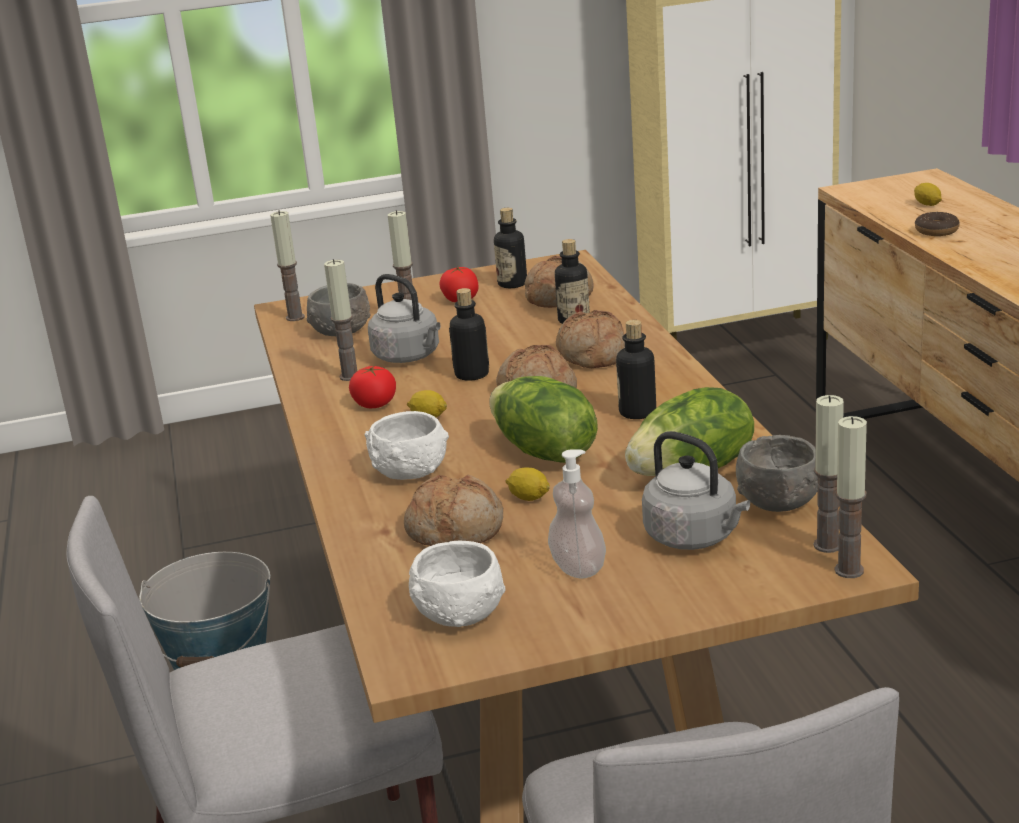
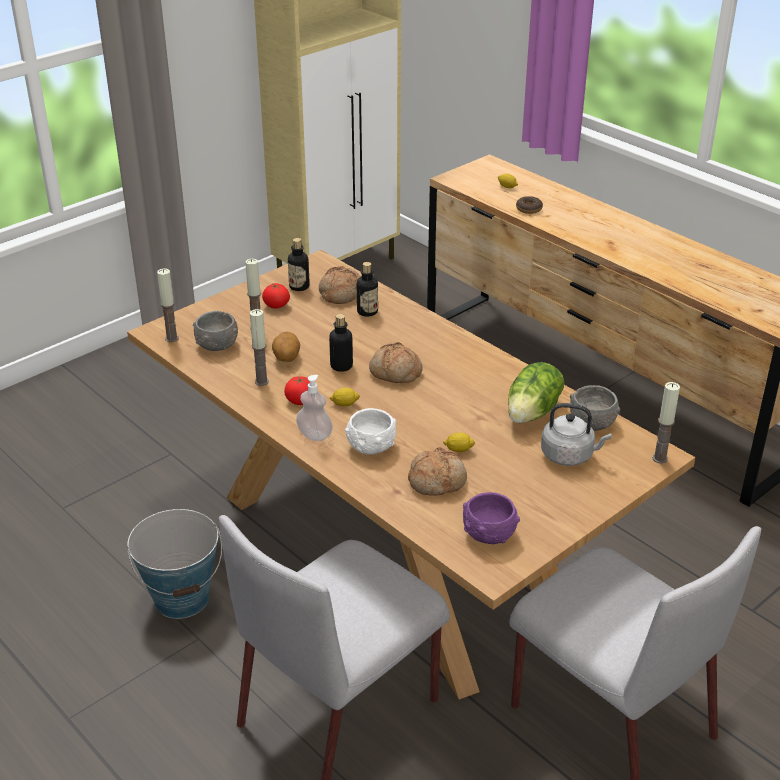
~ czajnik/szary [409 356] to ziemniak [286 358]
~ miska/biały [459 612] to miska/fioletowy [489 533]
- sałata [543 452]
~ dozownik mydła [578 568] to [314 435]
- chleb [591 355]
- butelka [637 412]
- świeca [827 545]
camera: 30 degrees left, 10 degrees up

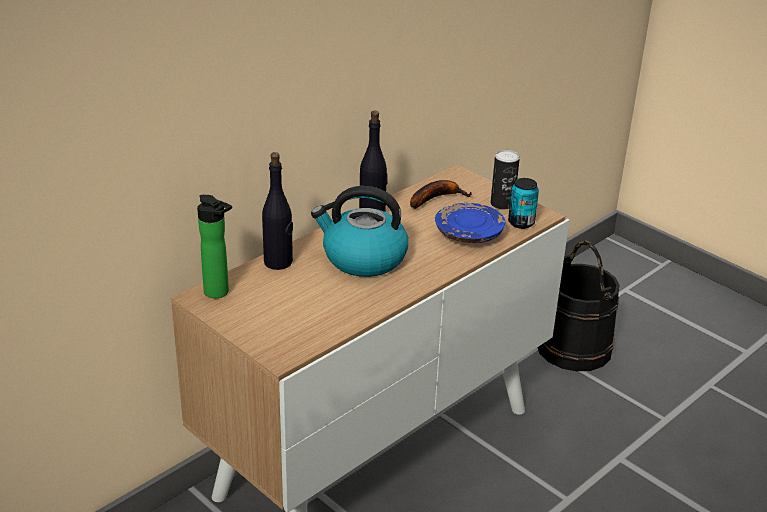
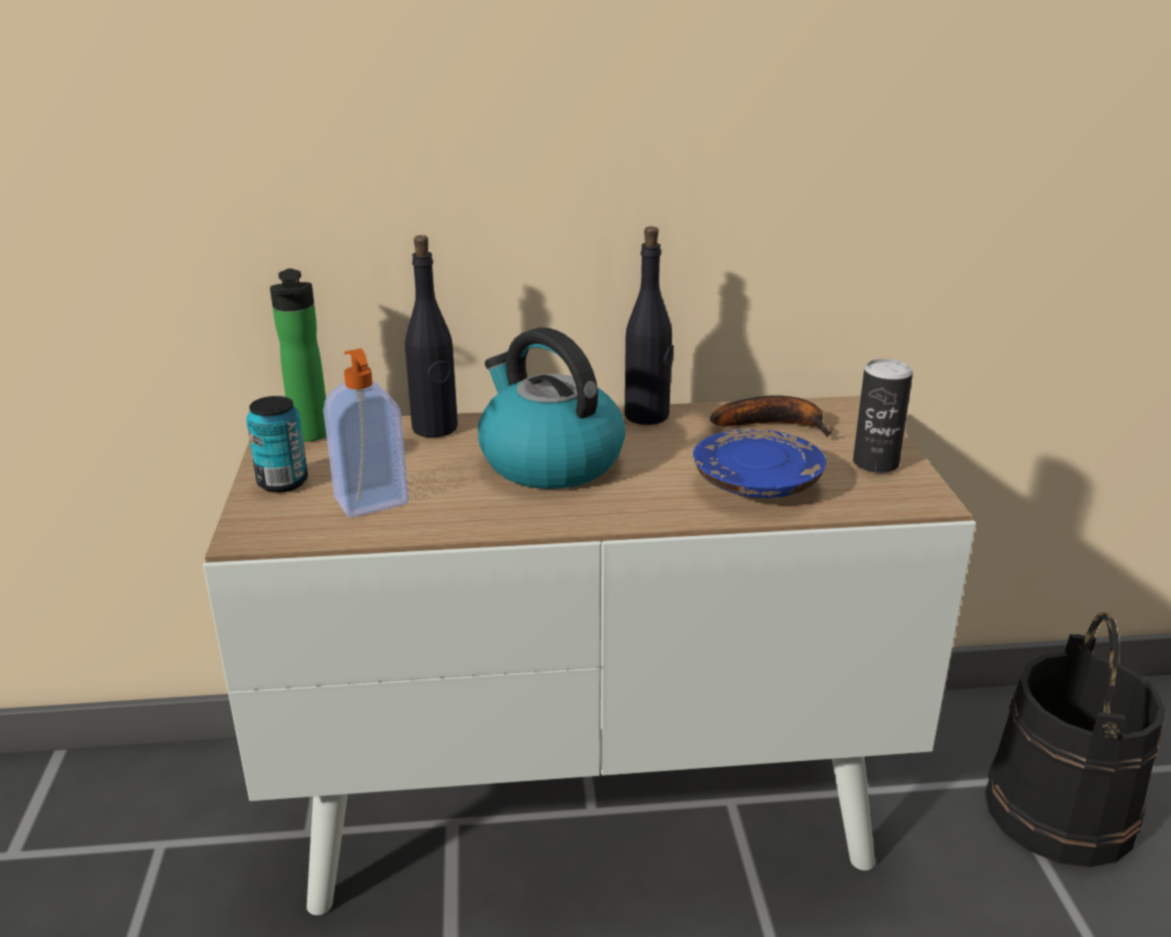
~ puszka [521 223] to [283 482]
+ dozownik mydła [372 502]
camera: 40 degrees right, 5 degrees down

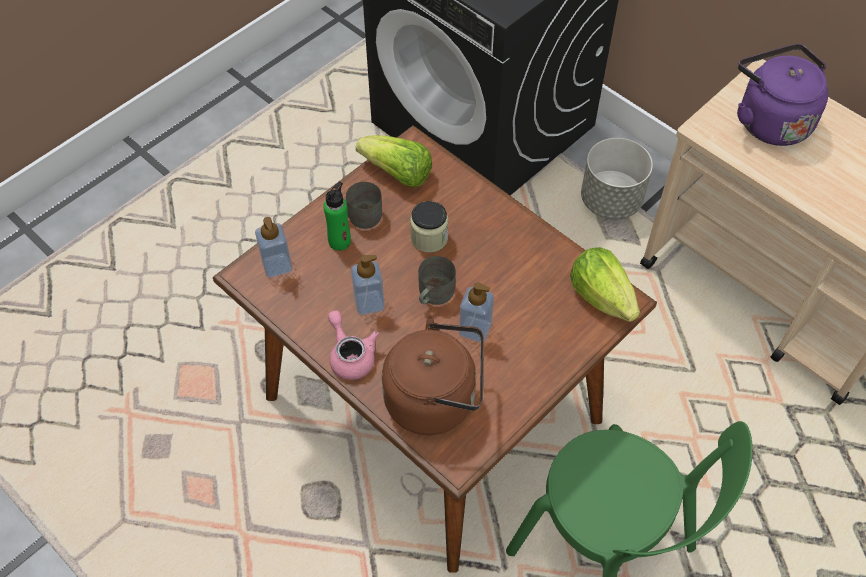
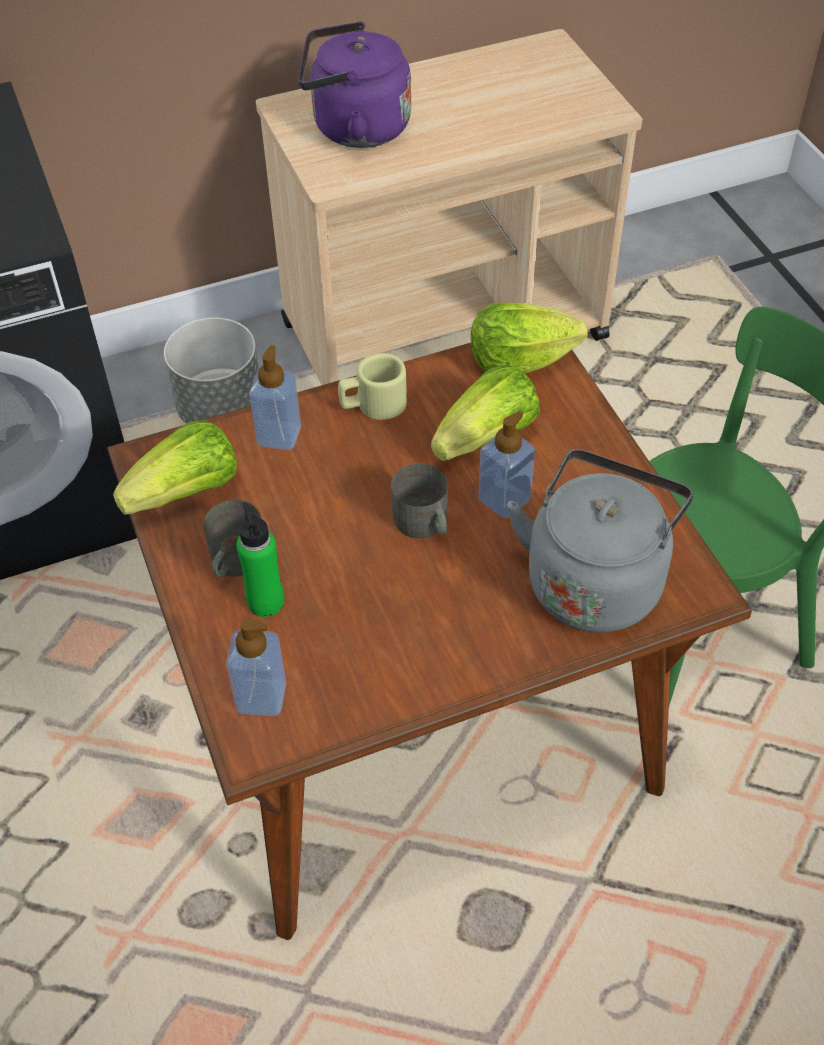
- imbryk/różowy [350 355]
~ dozownik mydła [369 303] to [279 436]
~ czajnik/brązowy [436 399] to czajnik/szary [595 579]
- słoik [429 238]
+ kubek/beżowy [373 405]
+ sałata [487 438]
camera: 65 degrees left, 5 degrees down

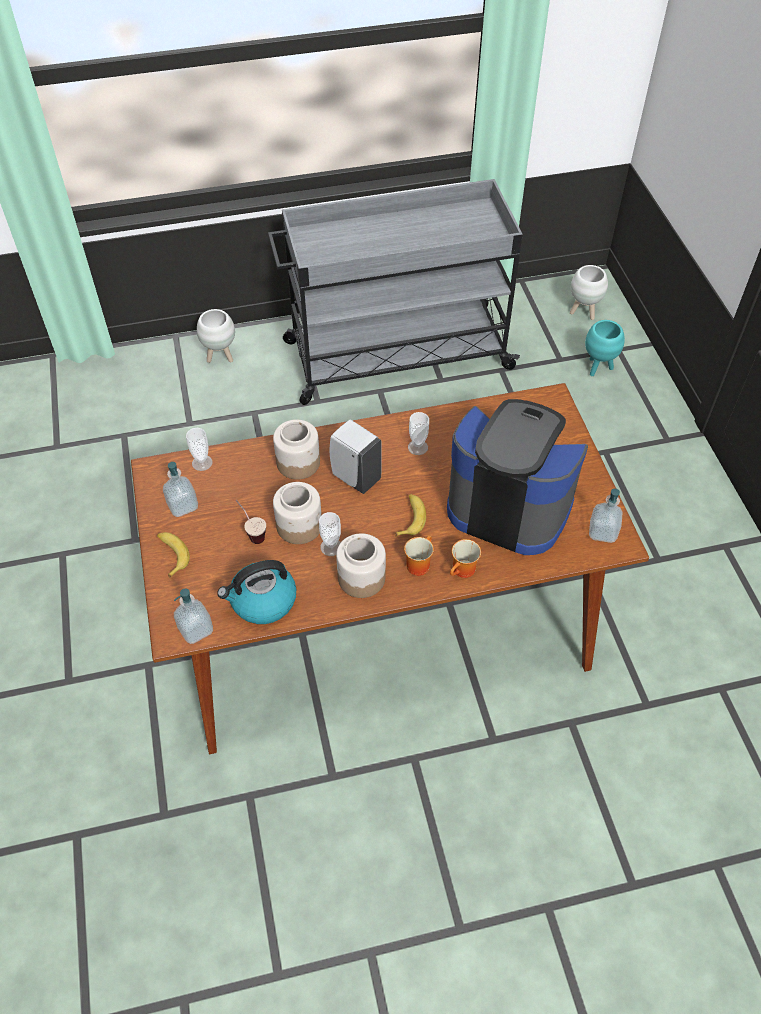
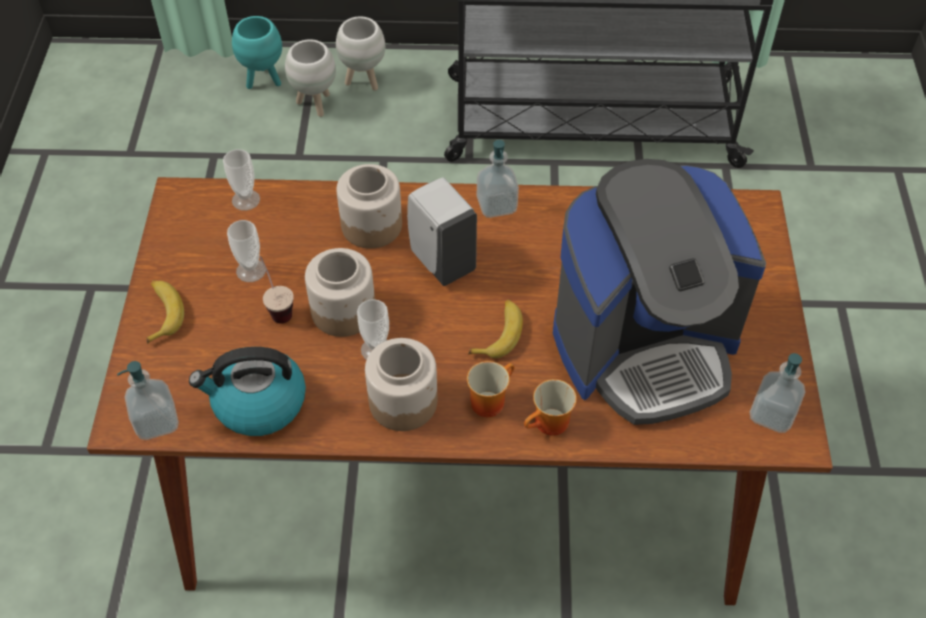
~ dozownik mydła [183 506] to [496 205]
~ filiżanka [418 447] to [251 270]
~ ekspres do kawy [508 506] = [644 346] 120 degrees clockwise
~ donica/biały [583 312] to [315 105]
~ donica/turkusowy [598 367] to [264 80]
camera: 15 degrees right, 0 degrees up

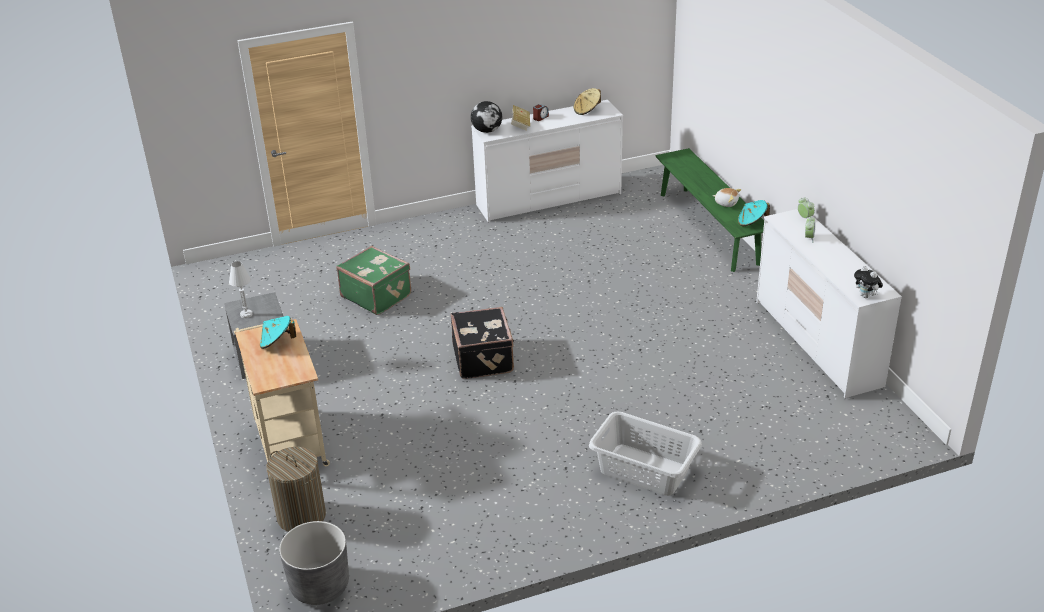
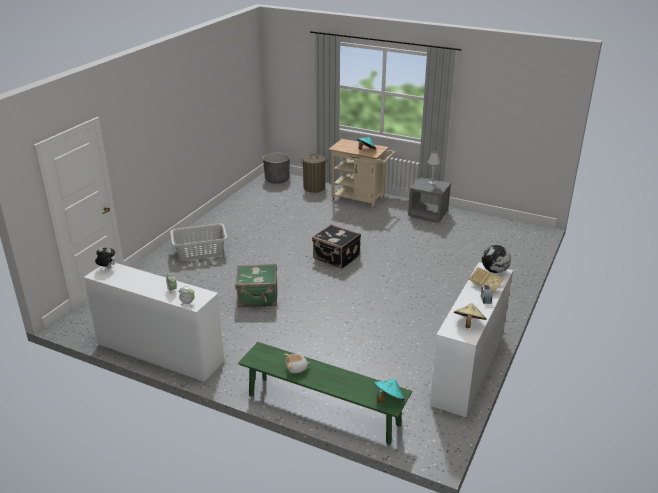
~ walizka/zielony [376 295] to [258 298]
~ kapelusz/turkusowy [752 222] to [388 399]
camera: 135 degrees right, 5 degrees down

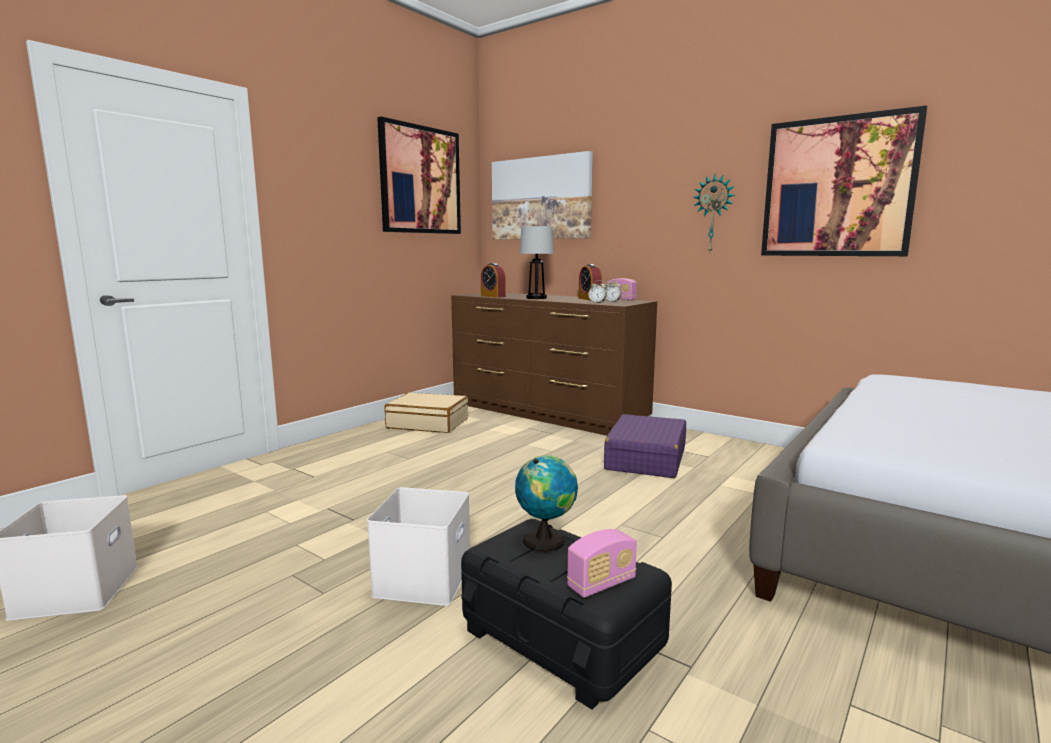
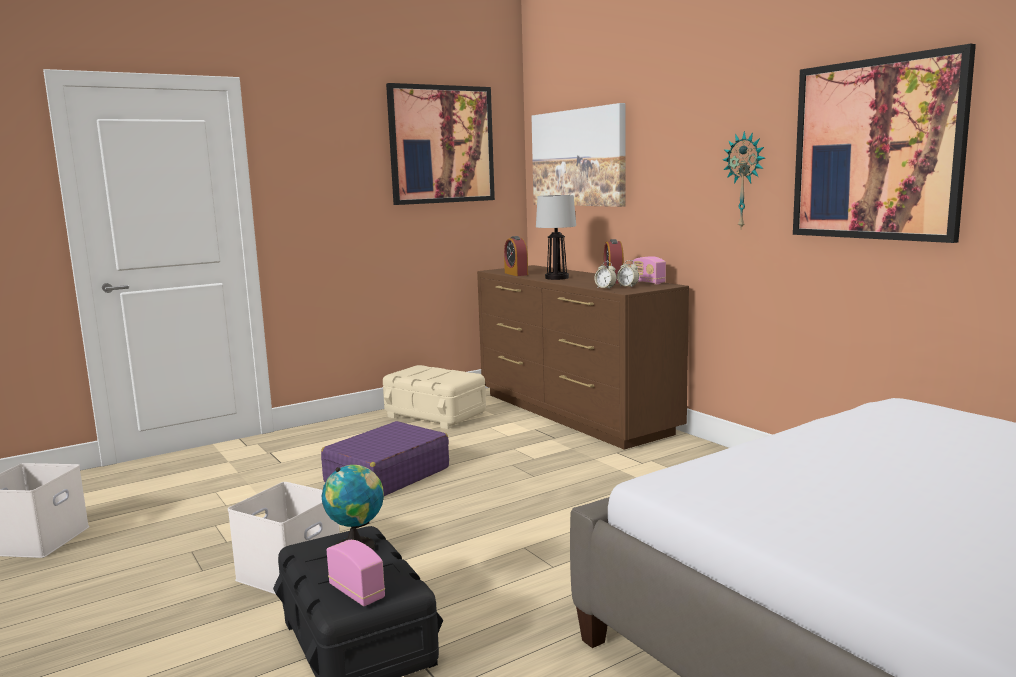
~ walizka/beżowy [428 423] to pojemnik do przechowywania/beżowy [434 415]
~ radio [601 584] = [357 592] 120 degrees counterclockwise
~ walizka/fioletowy [645 459] to [387 475]
camera: 20 degrees right, 0 degrees up

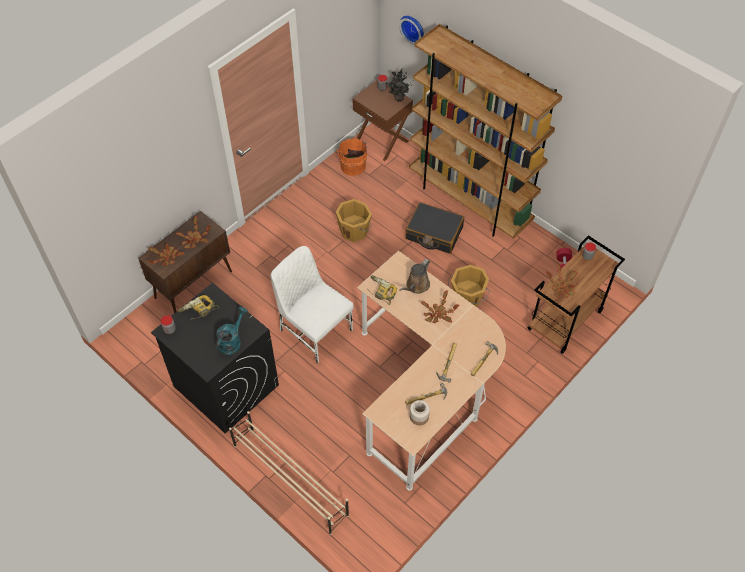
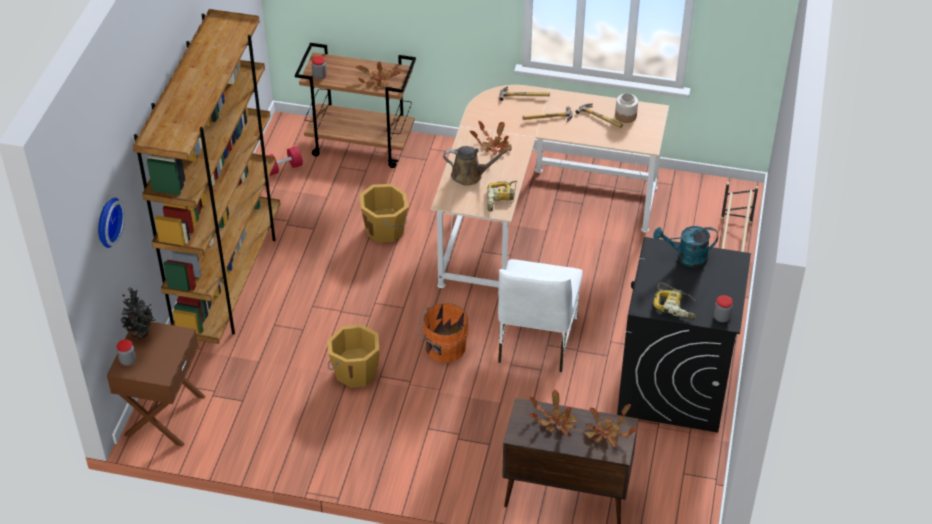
~ wiadro/pomarańczowy [352 165] to [444 348]
- walizka/czarny [434 233]
camera: 120 degrees left, 10 degrees down

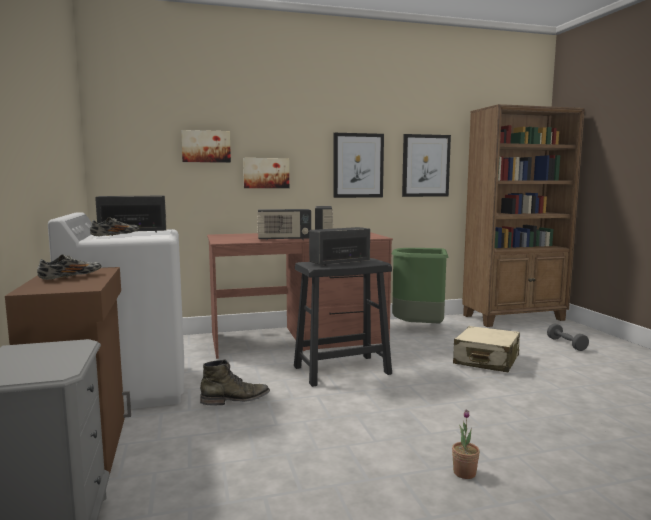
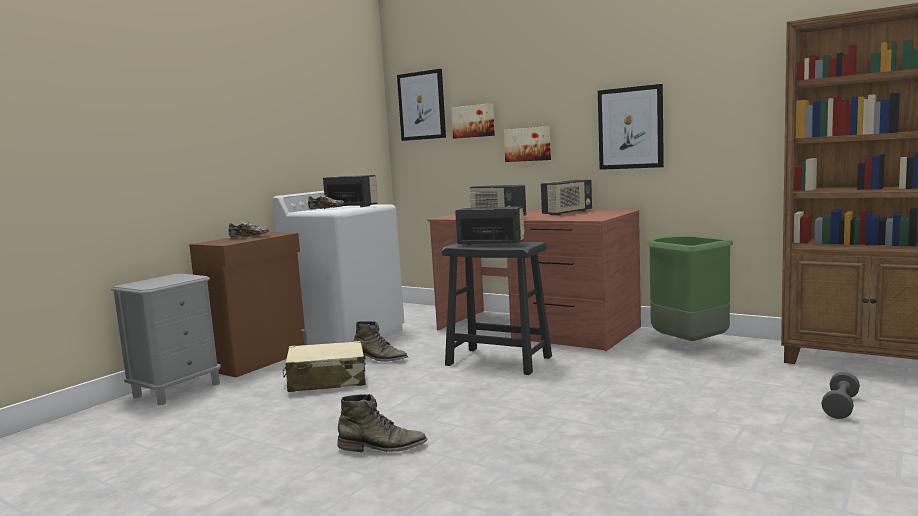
~ obraz [425 165] to [422 105]
~ roślina doniczkowa [464 473] to but z cholewką/zielony [382 447]
~ walizka/beżowy [486 360] to [326 380]
camera: 50 degrees right, 0 degrees up

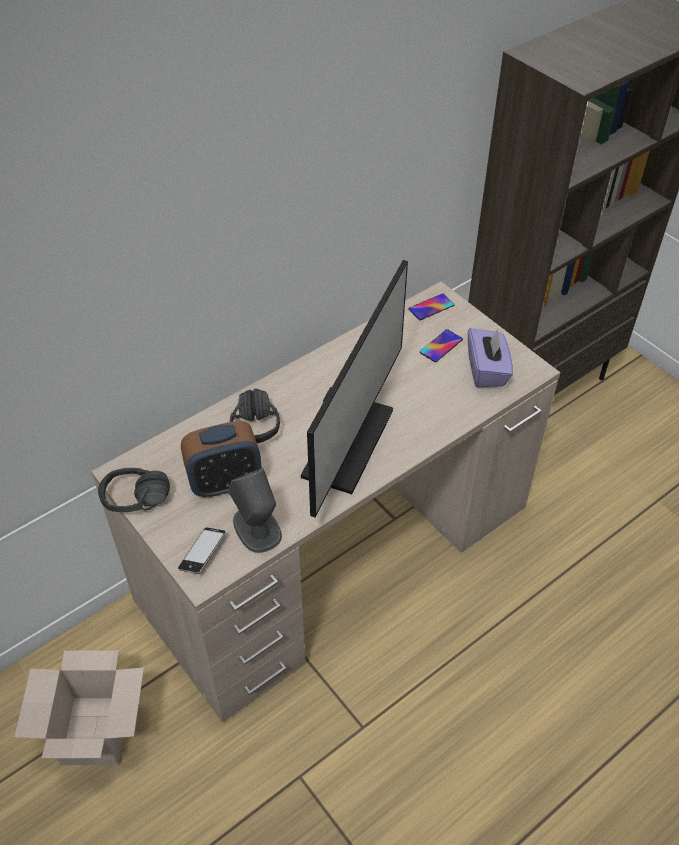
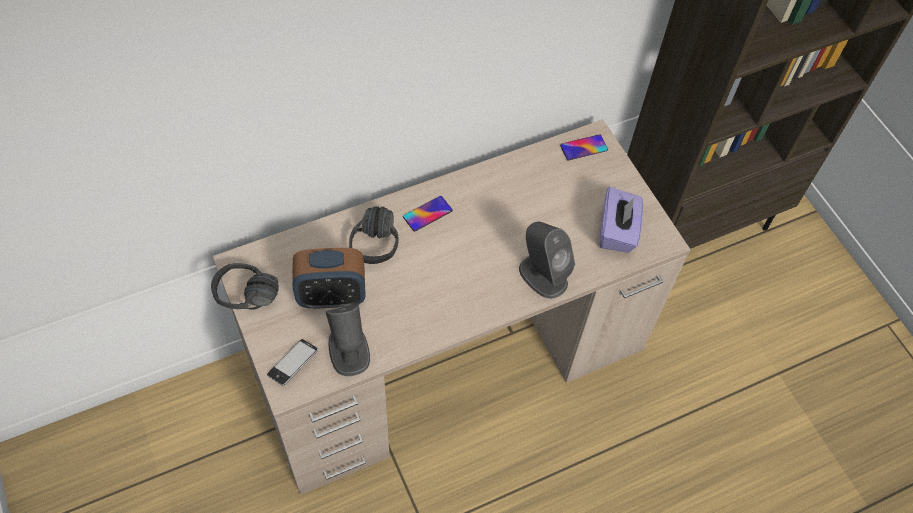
- karton [94 729]
- monitor [348 443]
~ telefon [441 346] to [427 214]
+ głośnik/szary [542 275]
camera: 10 degrees right, 10 degrees up

